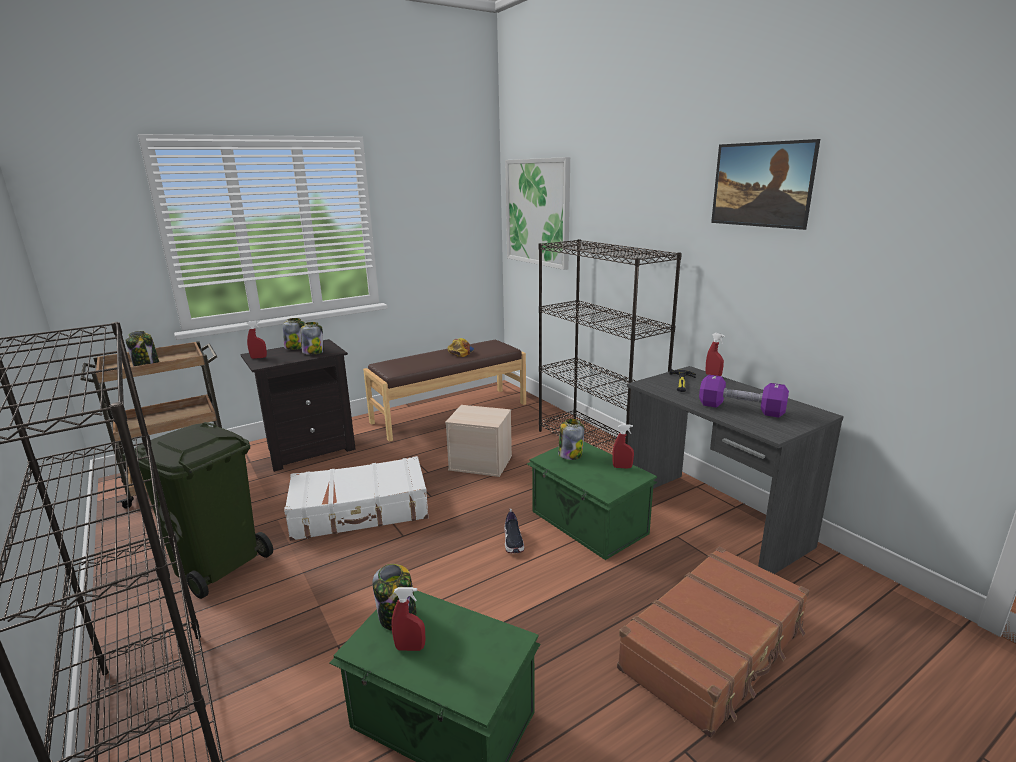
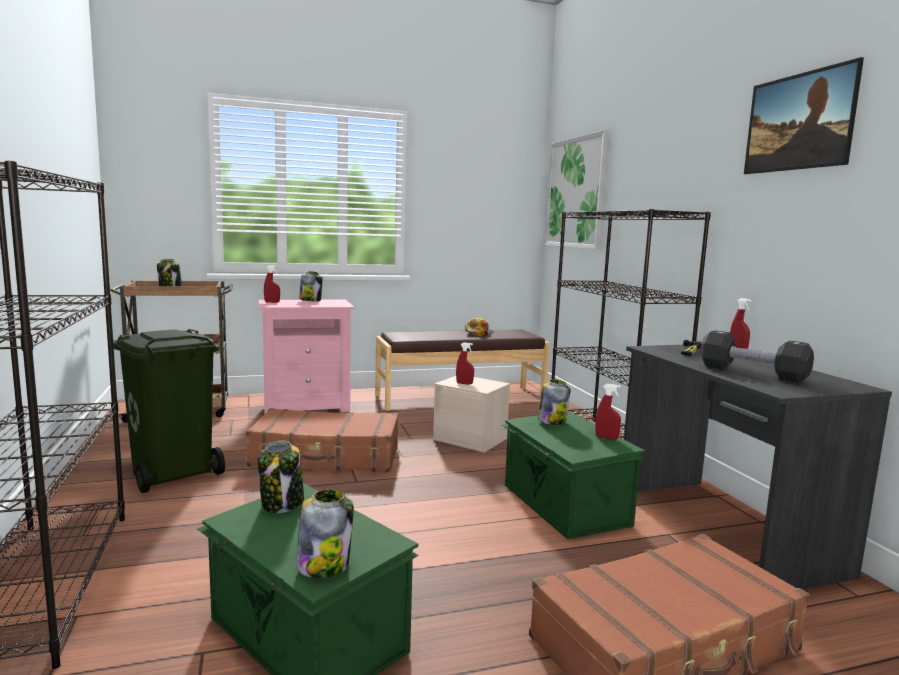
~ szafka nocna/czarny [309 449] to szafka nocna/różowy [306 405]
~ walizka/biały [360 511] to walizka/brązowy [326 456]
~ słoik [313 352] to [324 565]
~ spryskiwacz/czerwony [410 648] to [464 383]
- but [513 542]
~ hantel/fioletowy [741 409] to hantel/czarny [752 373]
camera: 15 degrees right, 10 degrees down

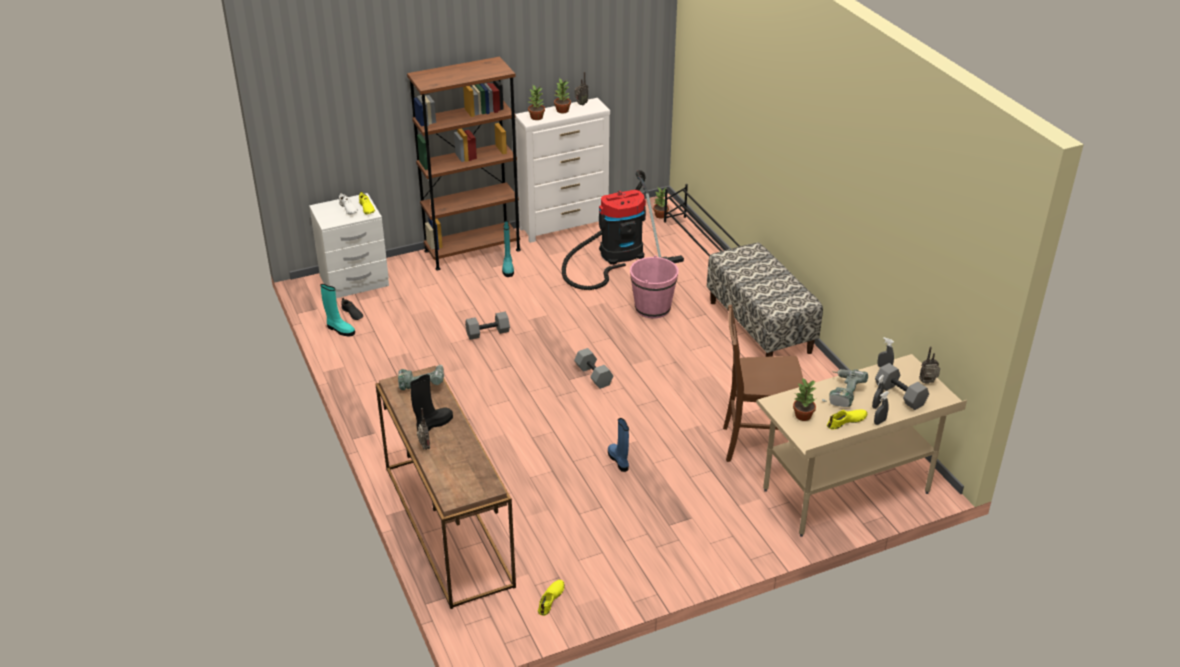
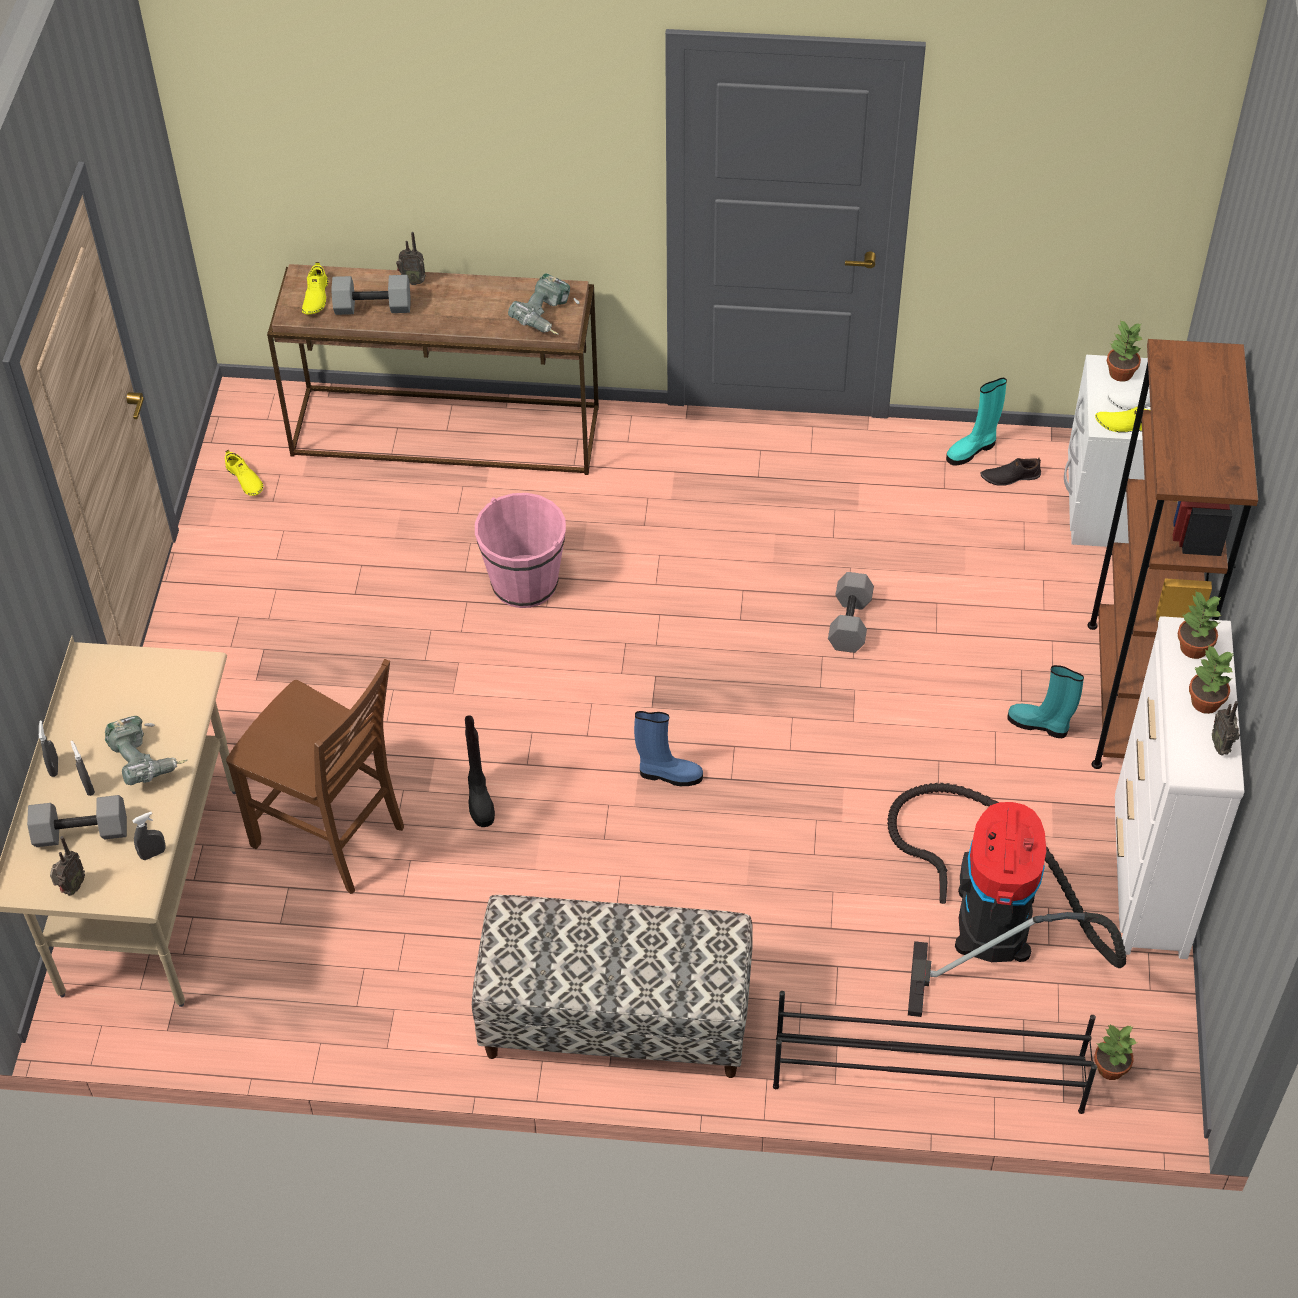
~ but z cholewką/czarny [433 424] to [479 799]
~ hantel/szary [592 375] to [373 306]
~ but z cholewką/niebieski [619 460] to [668 775]
~ wiadro/różowy [652 308] to [524 583]
~ krzesło/brązowy [756 444] = [331 836] 90 degrees clockwise
~ roślina doniczkowa [803 416] to [1120 373]
~ but/żółty [846 421] to [315 297]
camera: 120 degrees right, 15 degrees up

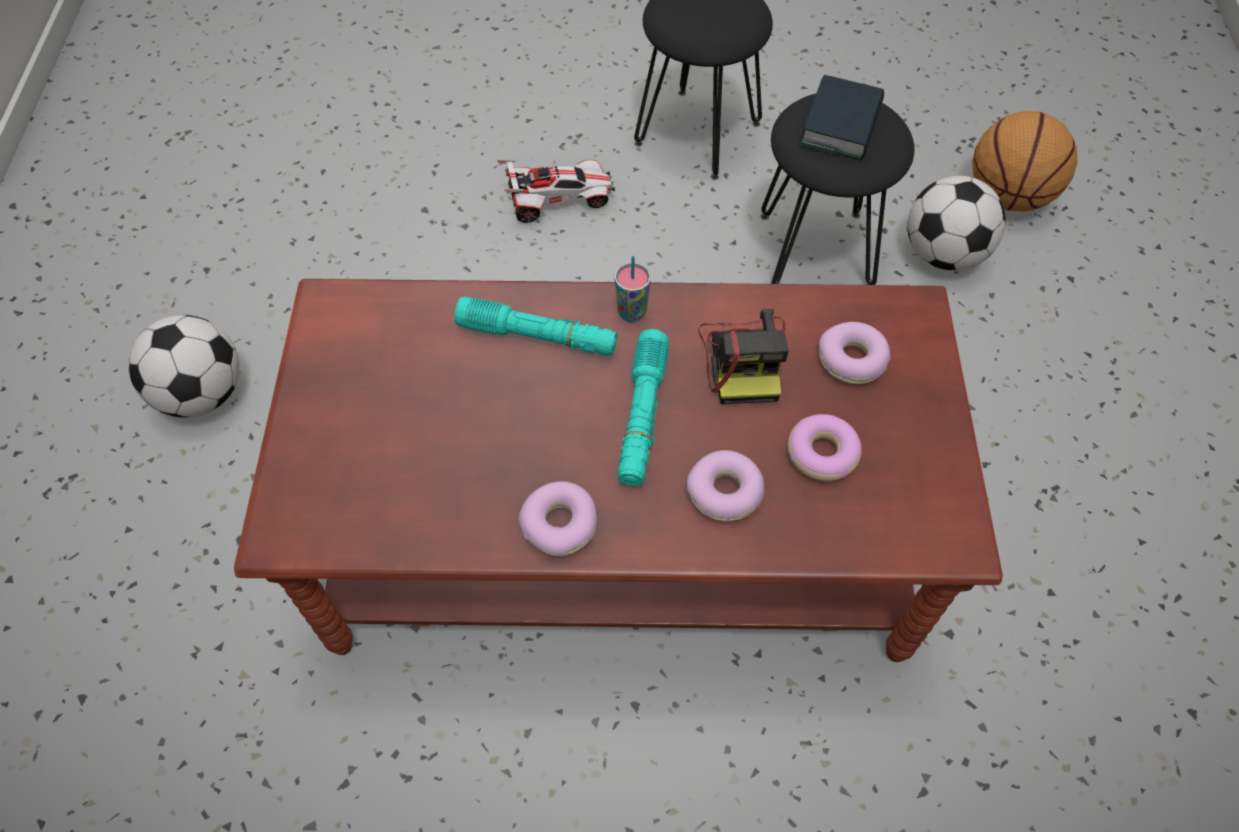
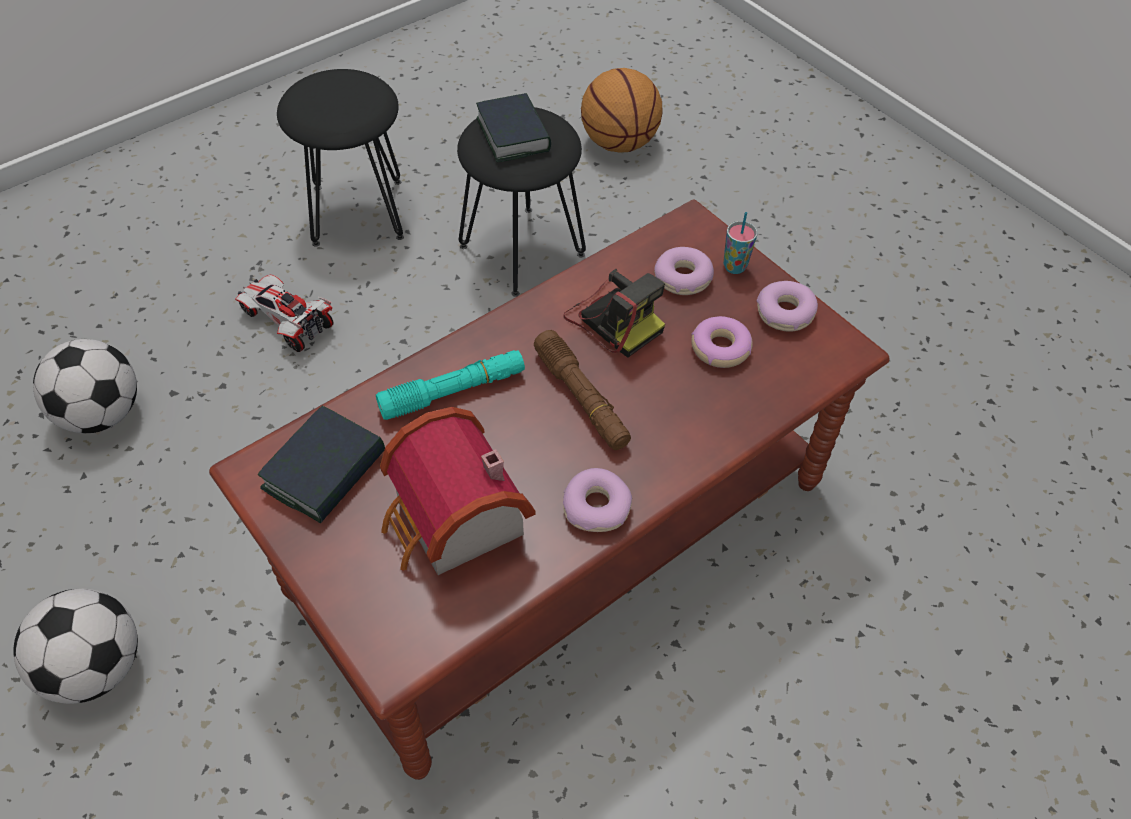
~ samochodzik [558 200] = [287 321] 90 degrees counterclockwise
~ filiżanka [632 313] to [734 267]
~ latarka/turkusowy [642 415] to latarka/brązowy [581 398]
~ donut [724 492] to [785 313]
~ piłka futbolowa [943 254] to [102 414]
+ książka [325 471]
+ domek [454 524]
camera: 40 degrees left, 5 degrees down

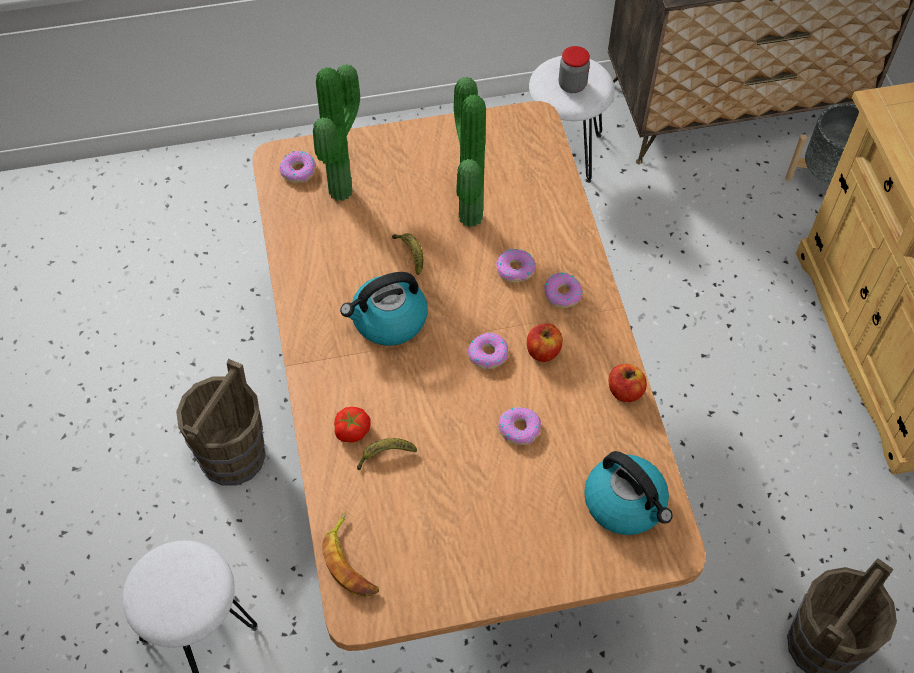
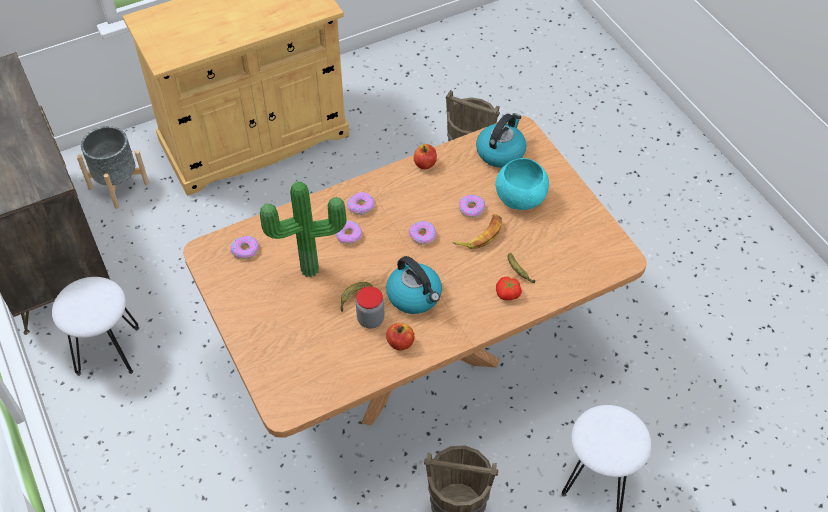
~ donut [298 171] to [245 250]
- roślina doniczkowa [345 192]
~ banan [351 561] to [480 235]
~ jabłko [543 351] to [400 343]
~ słoik [572 85] to [370 319]
+ miska/turkusowy [520 198]
camera: 105 degrees left, 5 degrees down

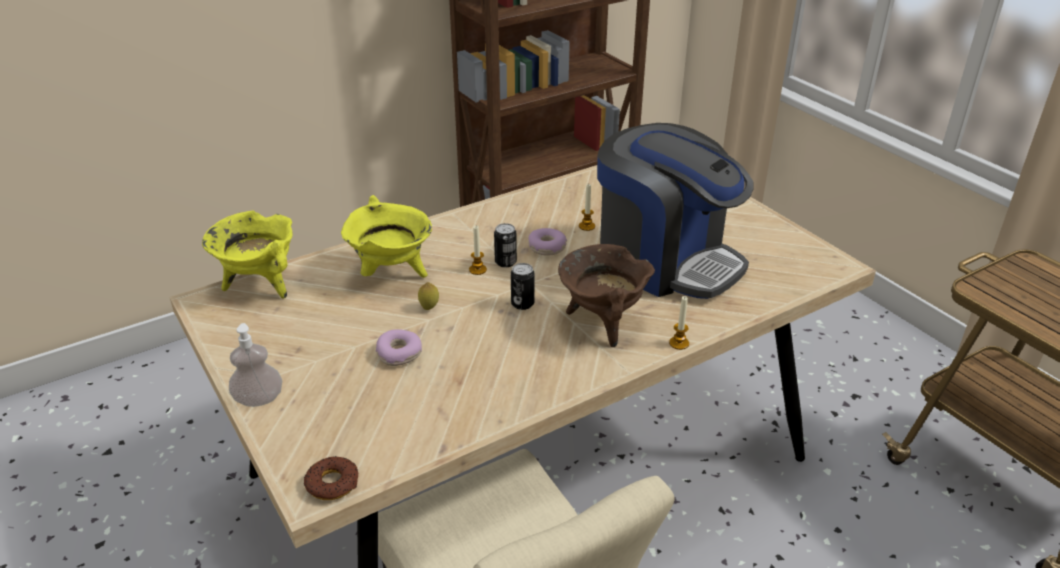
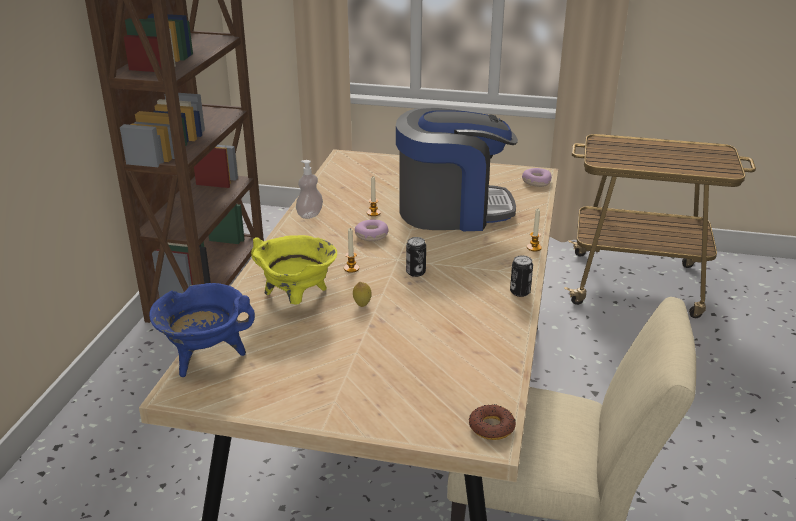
~ garnek/żółty [260 284] to garnek/niebieski [206 357]
~ dozownik mydła [259 399] to [310 215]
~ donut [399 353] to [536 182]
~ puszka [505 262] to [520 292]
- garnek/brązowy [602 322]
camera: 45 degrees left, 5 degrees down

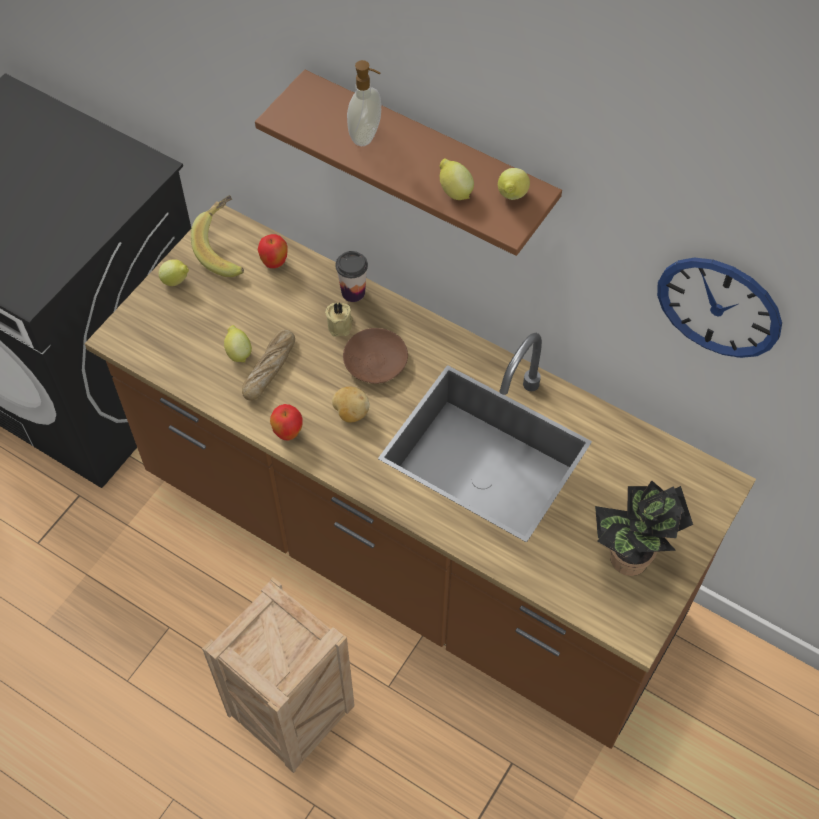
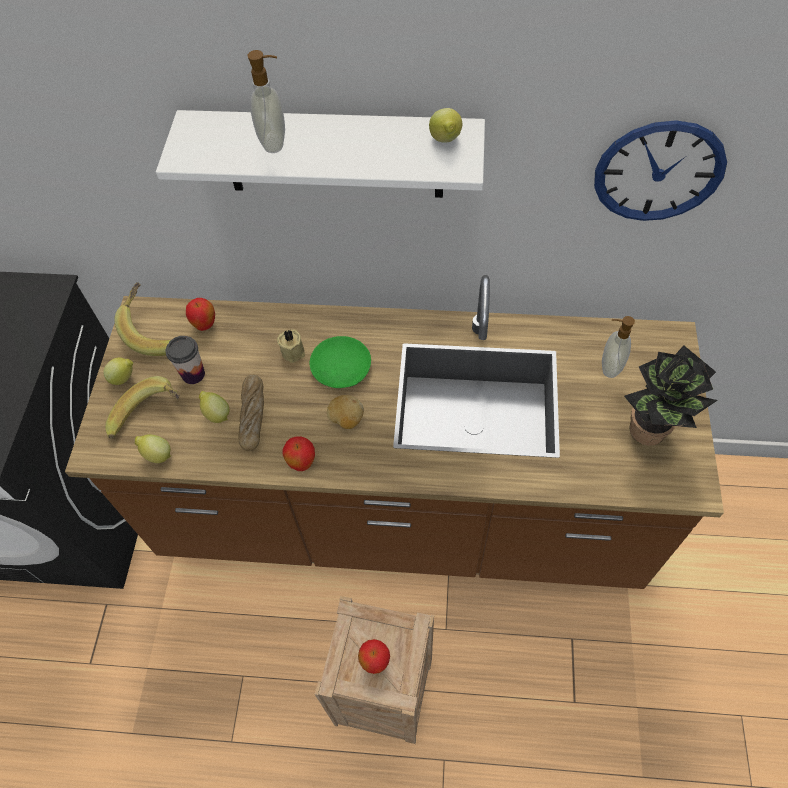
~ półka/brązowy [428 162] to półka/biały [333 154]
~ filiżanka [353 292] to [193 374]
~ talerz/brązowy [375 361] to talerz/zielony [341 367]
~ cytryna [454 191] to [157 455]
+ banan [150 418]
+ jabłko [375 661]
+ dozownik mydła [609 366]
camera: 25 degrees left, 0 degrees up

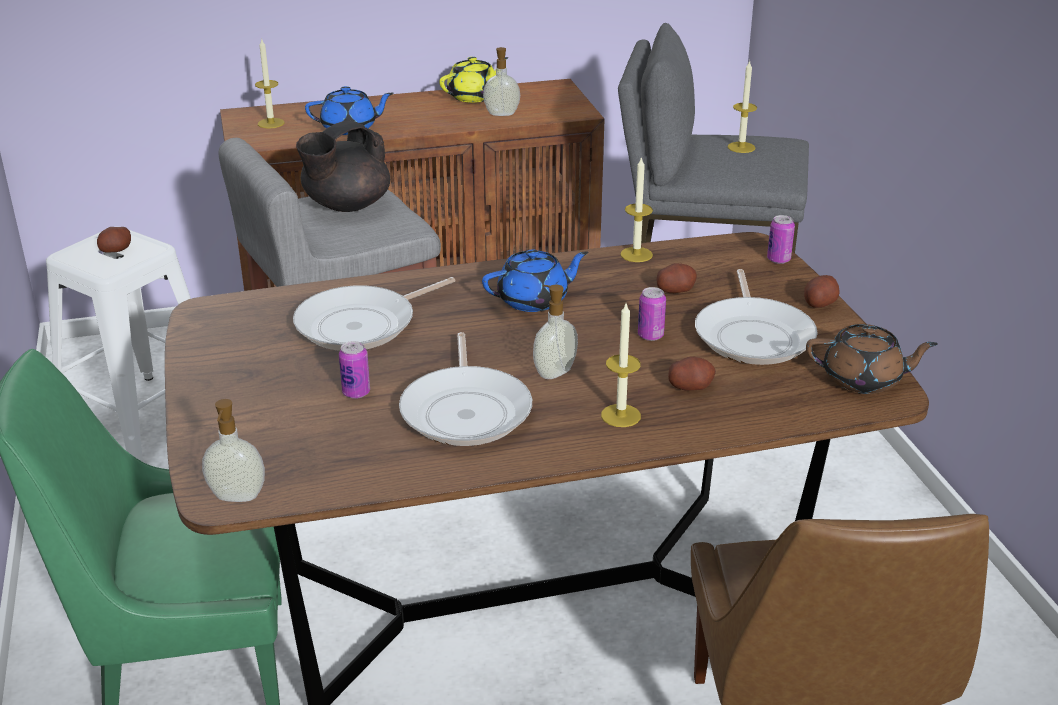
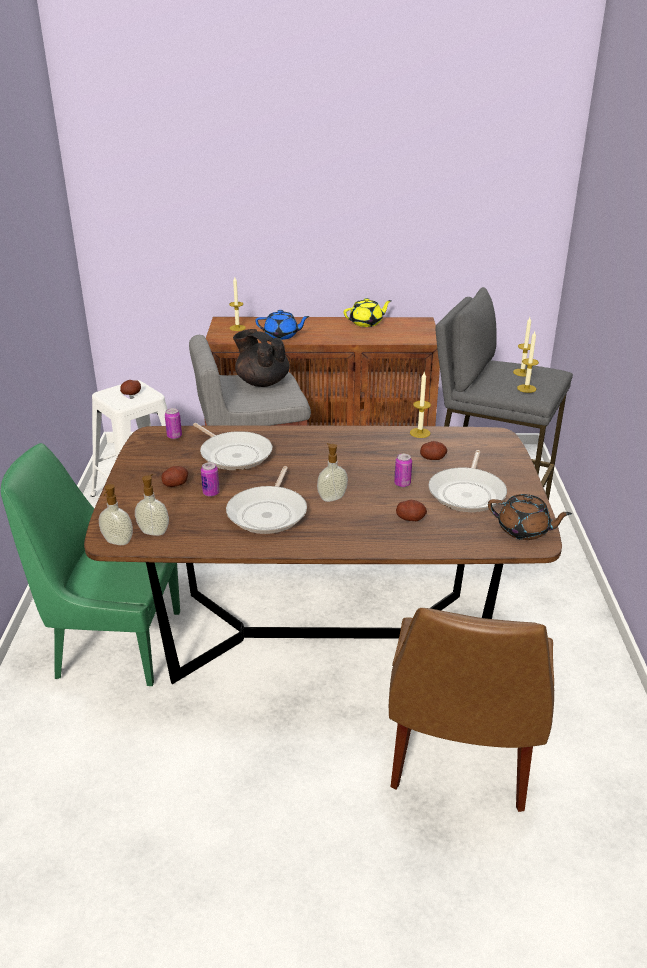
~ patelnia [362 325] = [234 454] 105 degrees counterclockwise
~ imbryk/czarny [346 205] = [262 382] 75 degrees clockwise
- imbryk/niebieski [534 300]
~ dozownik mydła [501 113] to [154 531]
~ świeca [620 415] to [526 388]
~ puszka [778 259] to [174 436]
~ ziemniak [819 303] to [175 484]
camera: 15 degrees right, 0 degrees up

